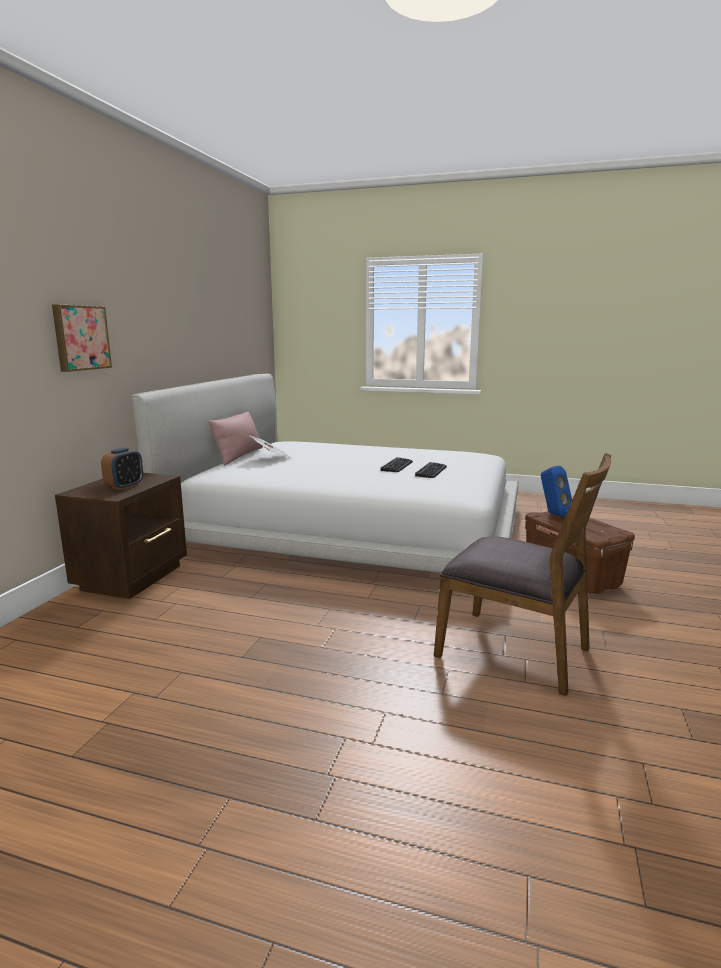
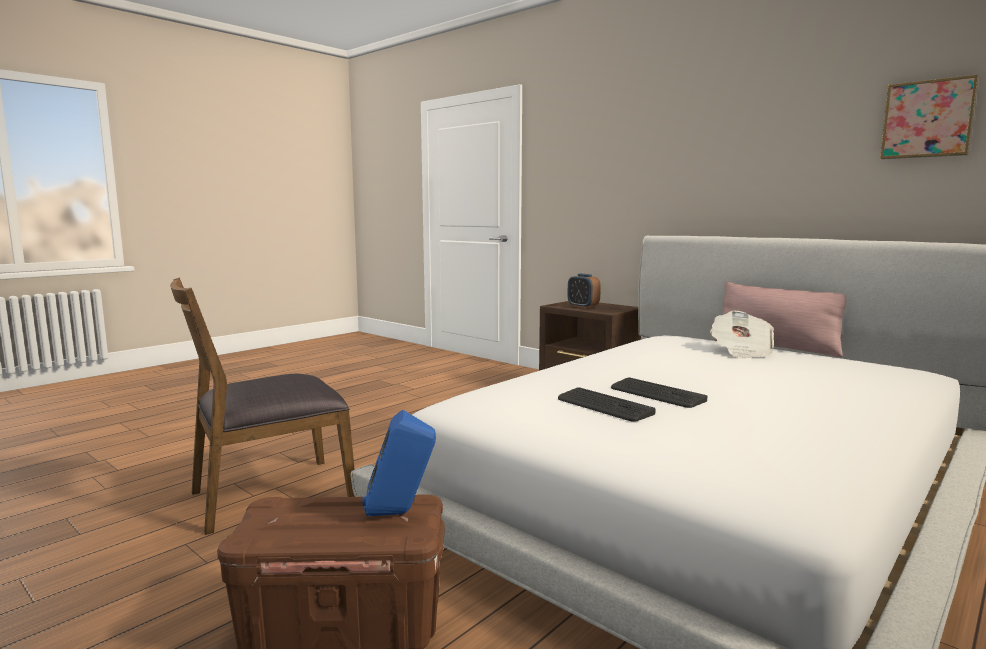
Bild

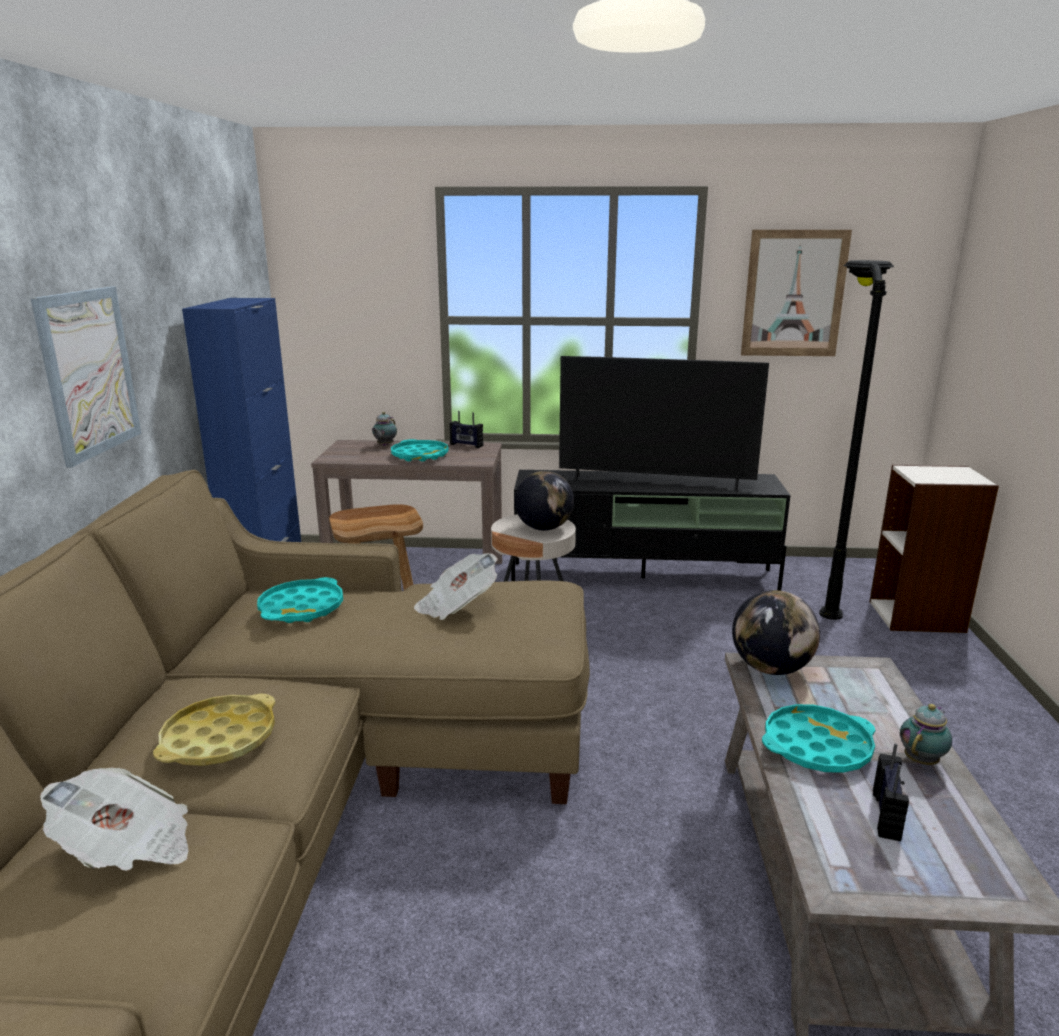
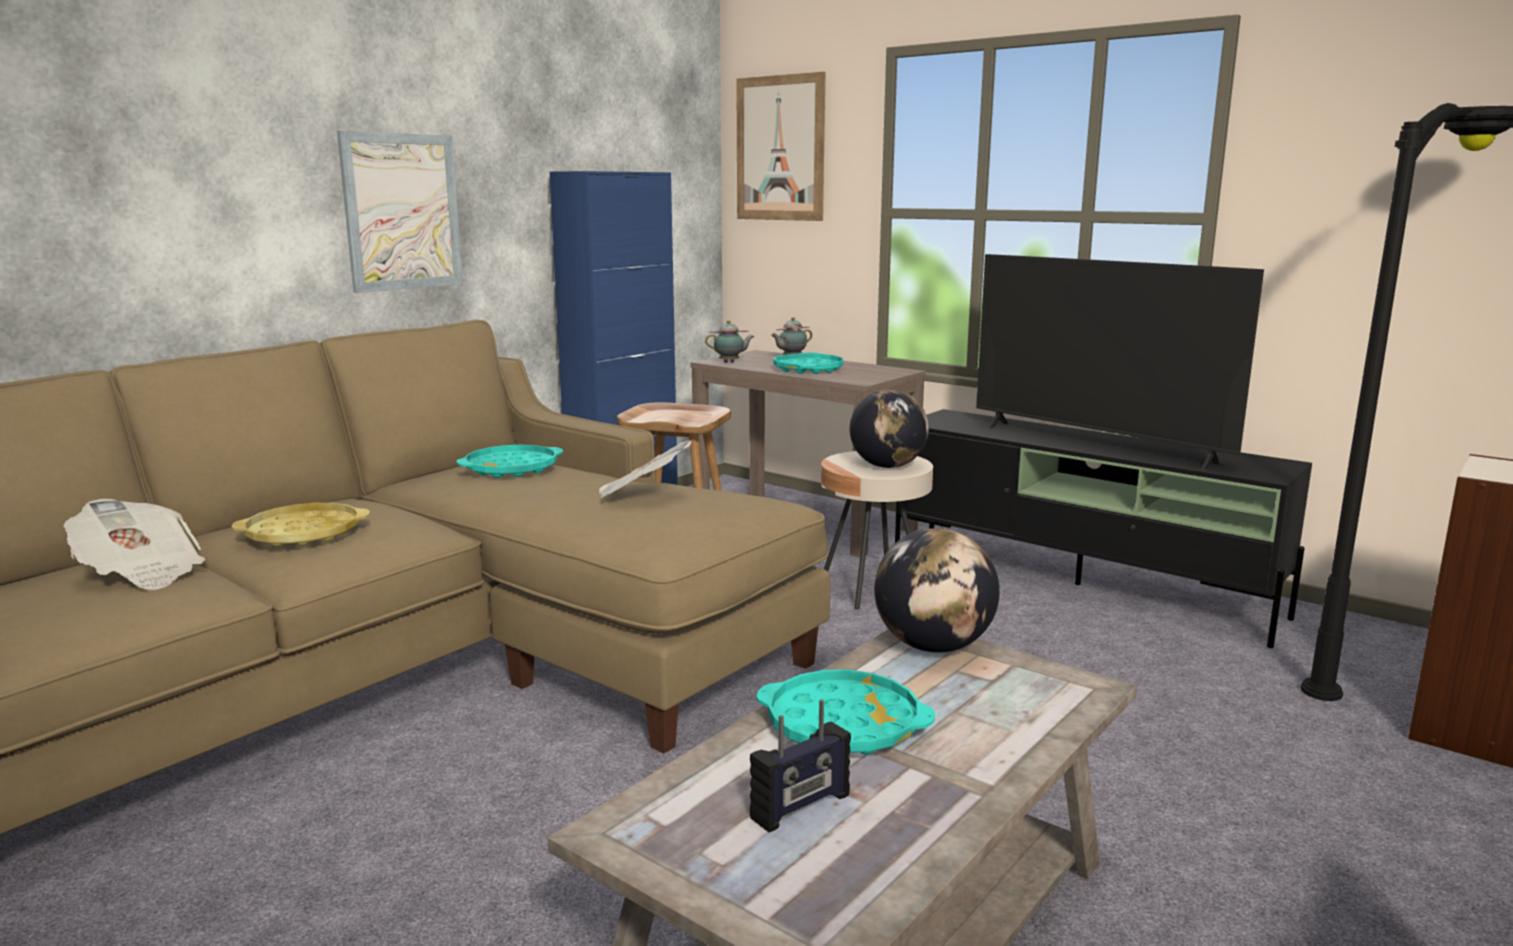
Radio (1st from left in the first image); Bild (2nd from left); Teekanne (1st from left)

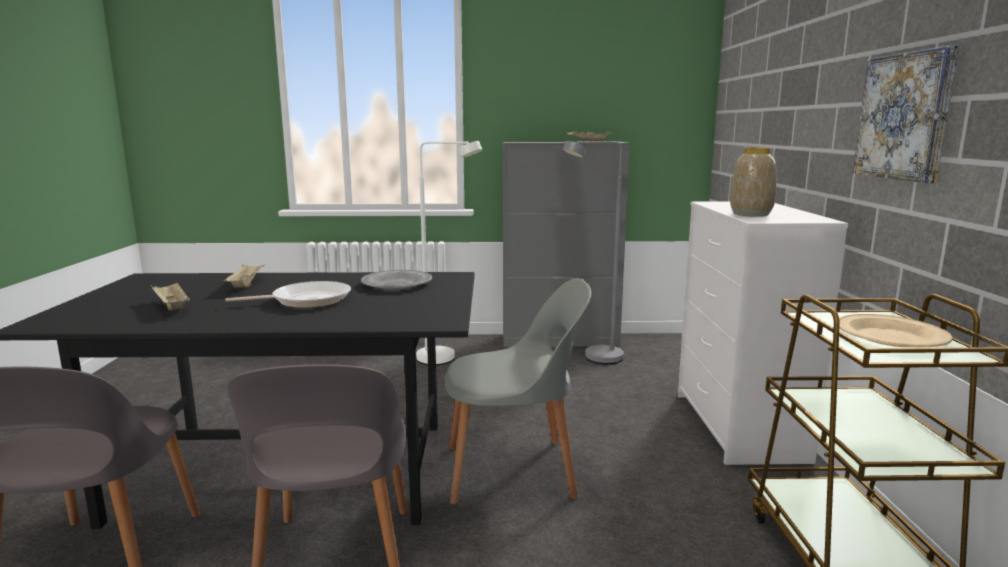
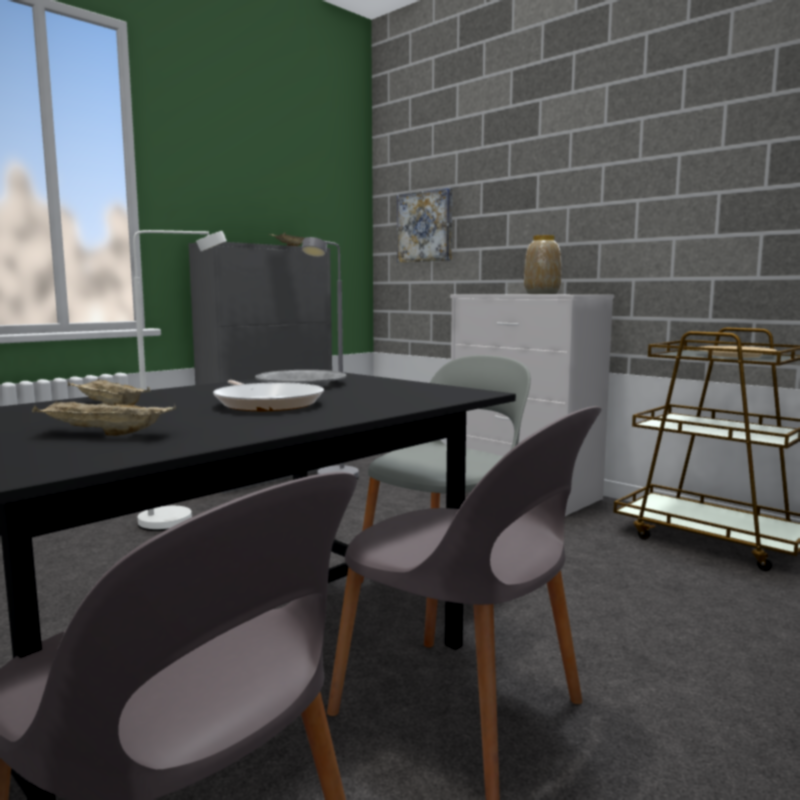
Pfanne; Bild

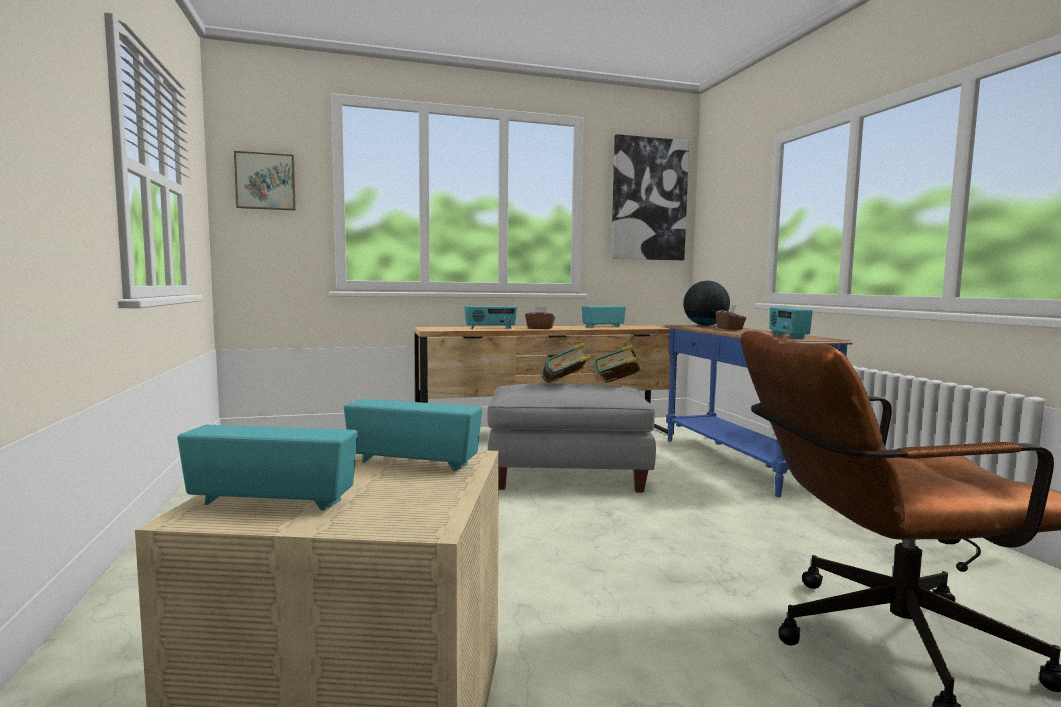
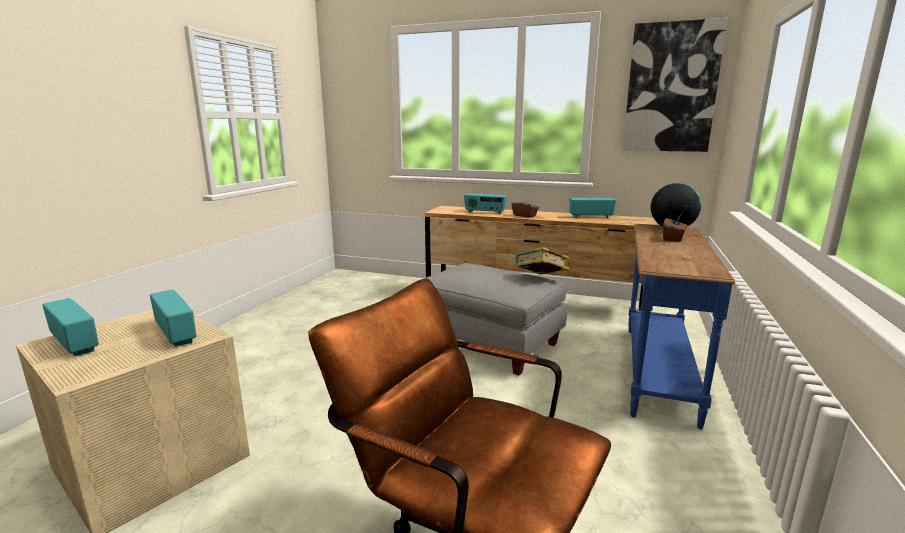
Bild (1st from left in the first image); Buch (1st from left in the first image); Radio (5th from left in the first image)

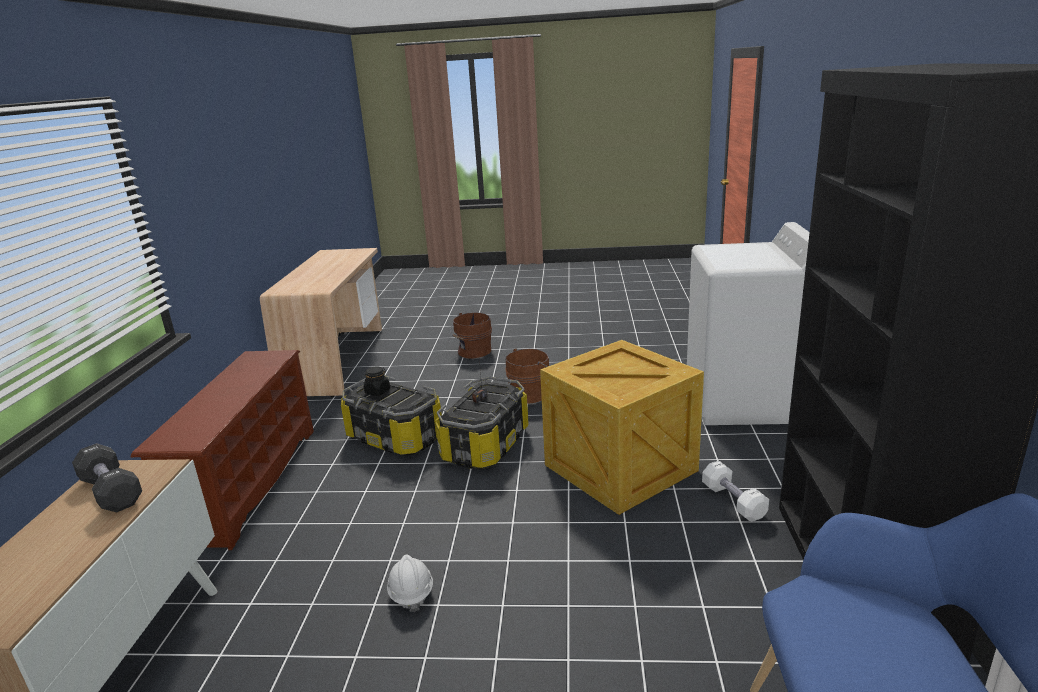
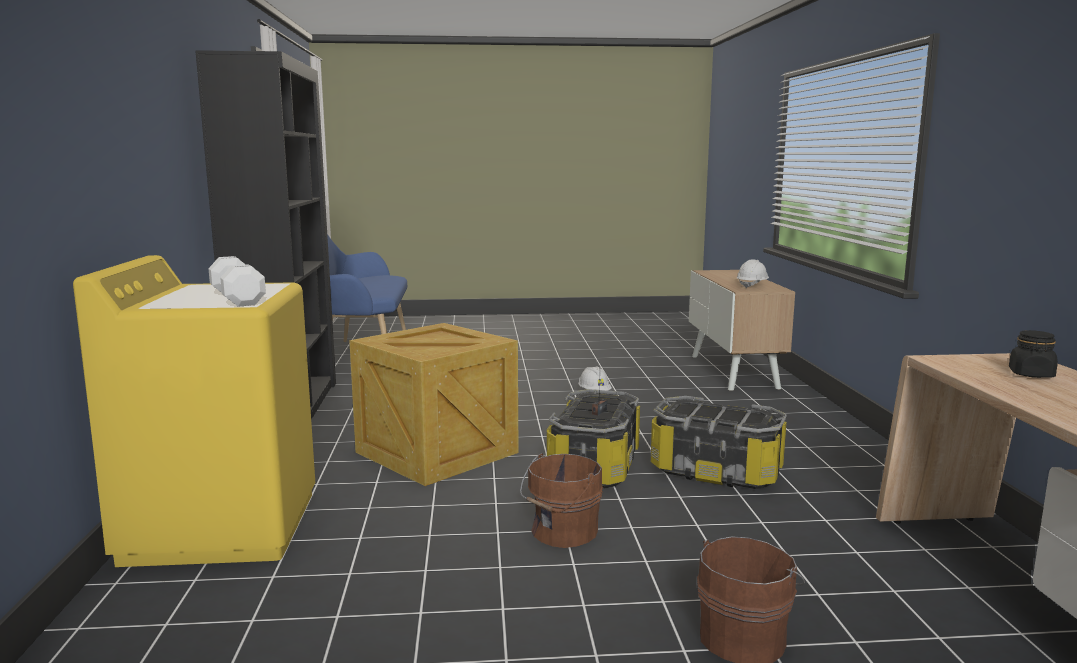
Schutzhelm (weiß) (2nd from left); Schuhregal (braun); Vorratsglas (schwarz); Waschmaschine (gelb); Hantel (weiß)

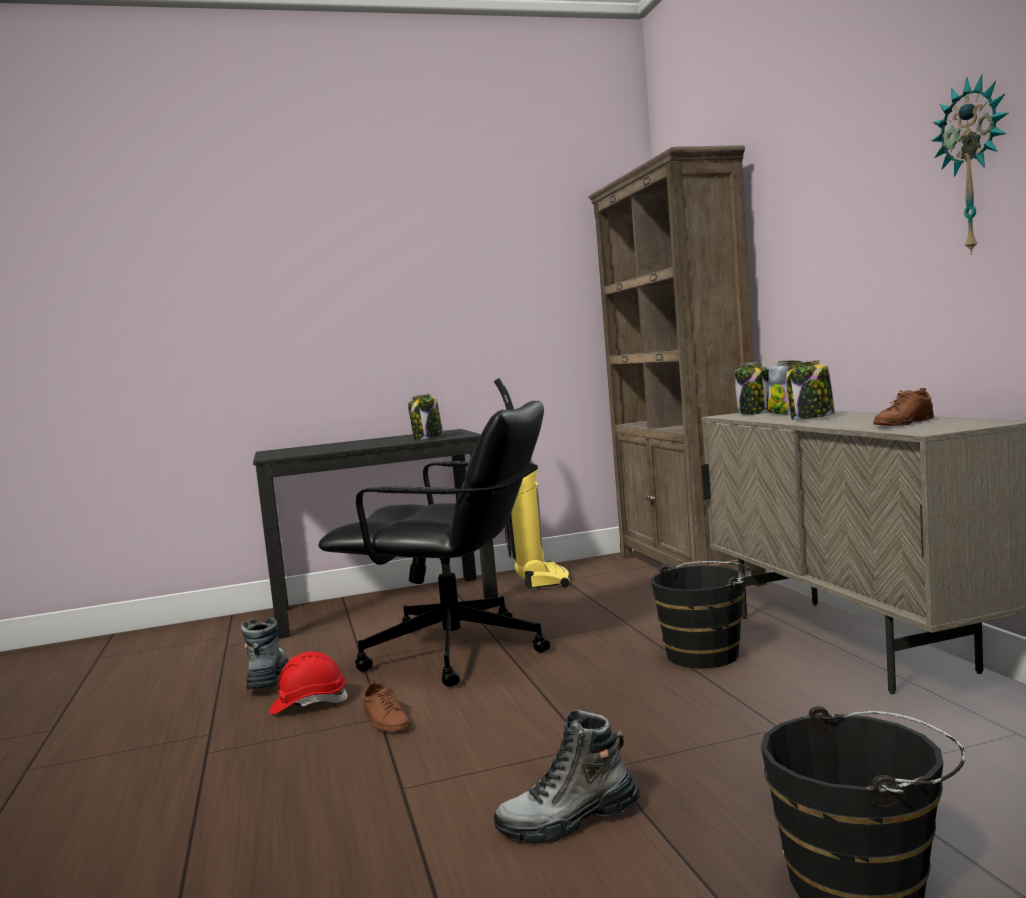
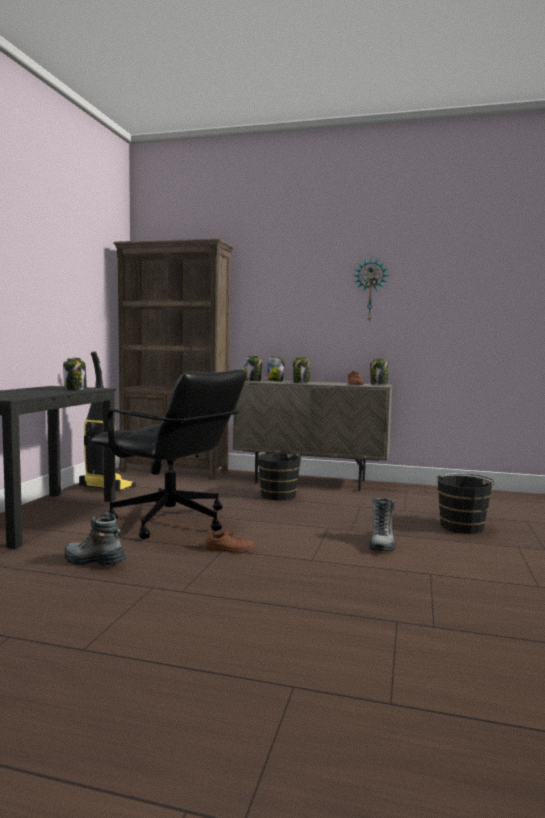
Schutzhelm (rot); Bürostuhl (schwarz); Vorratsglas (5th from left)

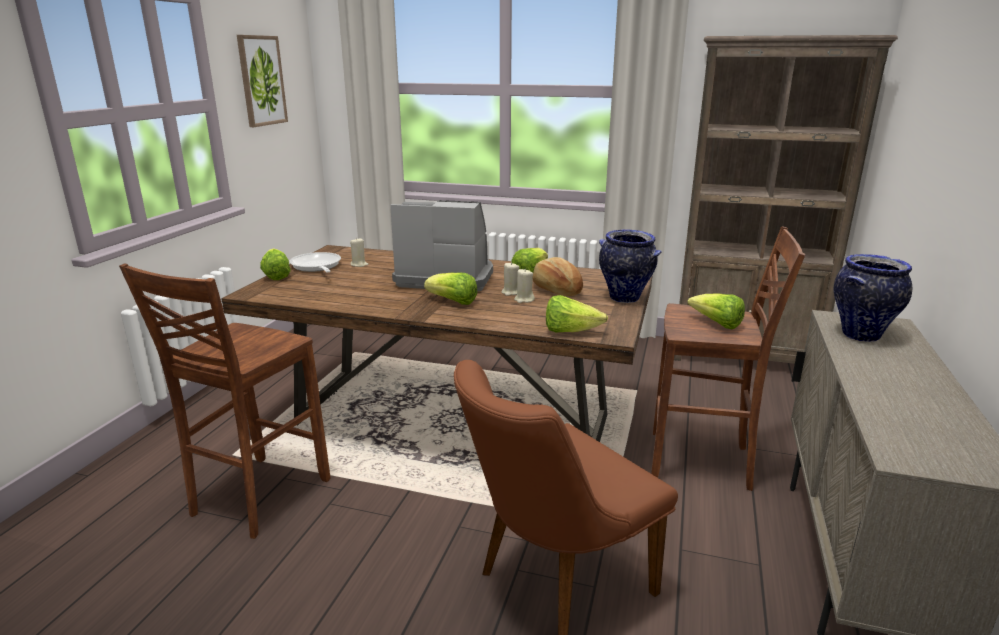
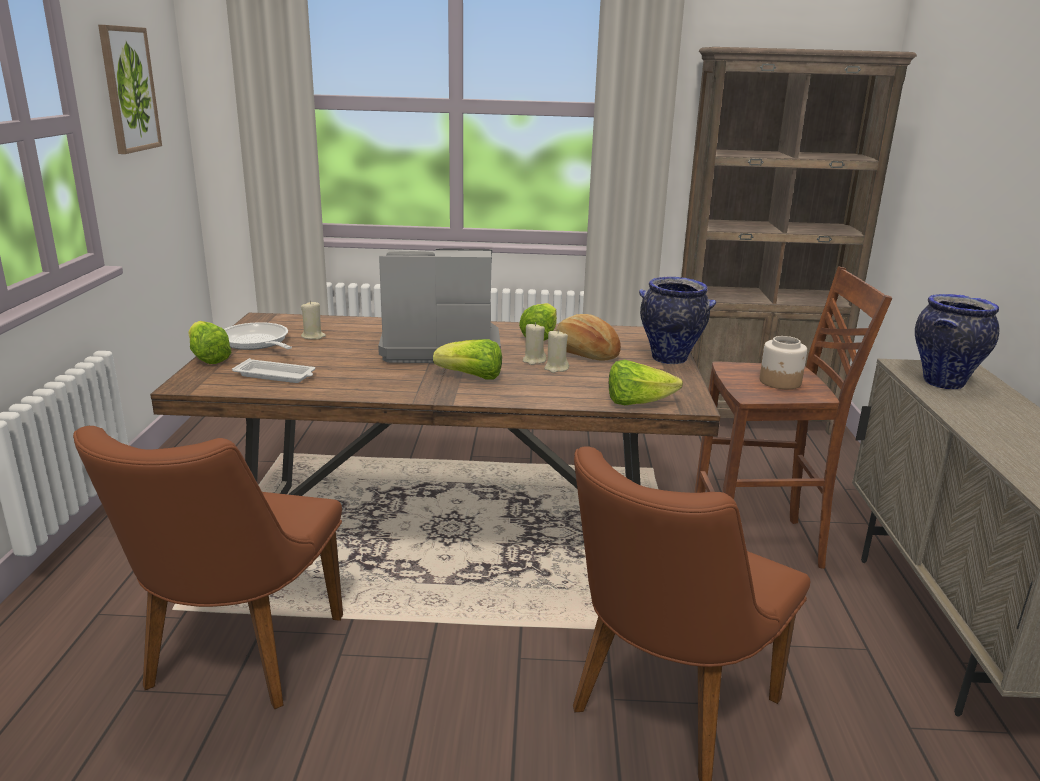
Stuhl (braun) (1st from left); Vorratsglas; Tablett (weiß)

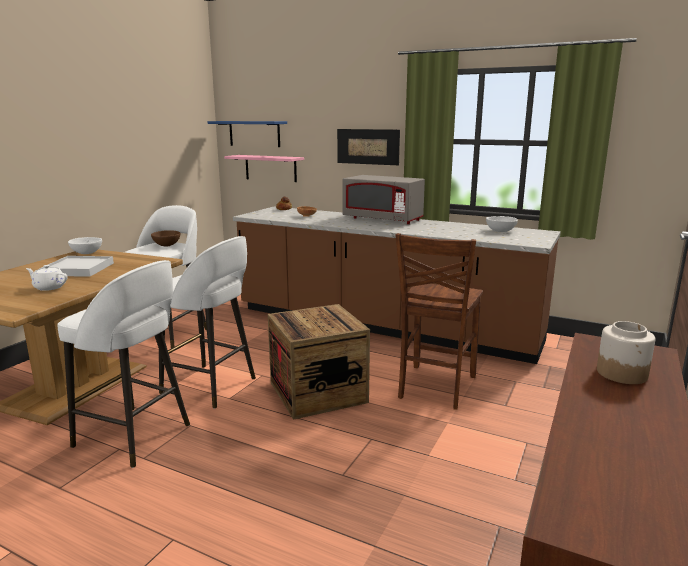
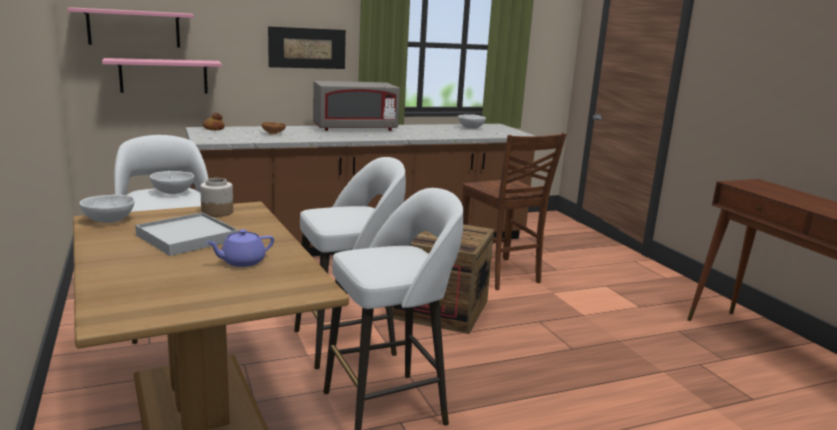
Teekanne (lila); Schüssel (weiß) (2nd from left); Wandregal (rosa) (1st from left); Vorratsglas

